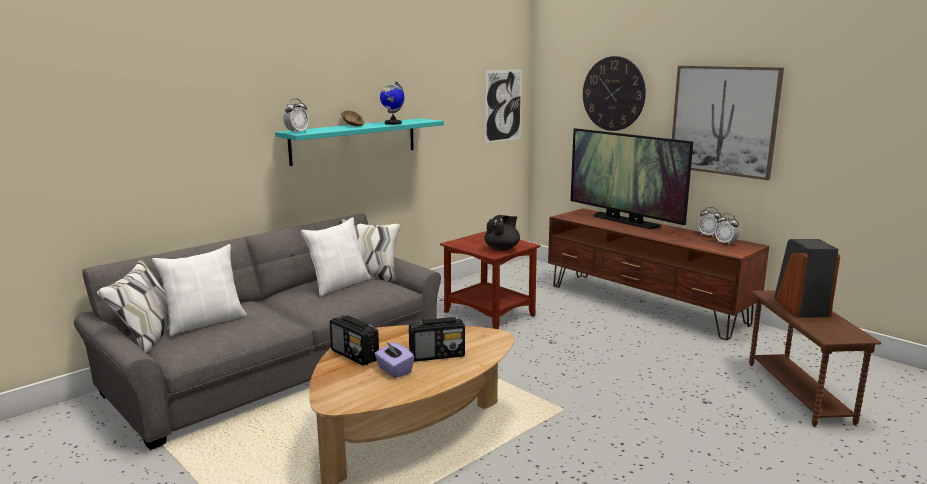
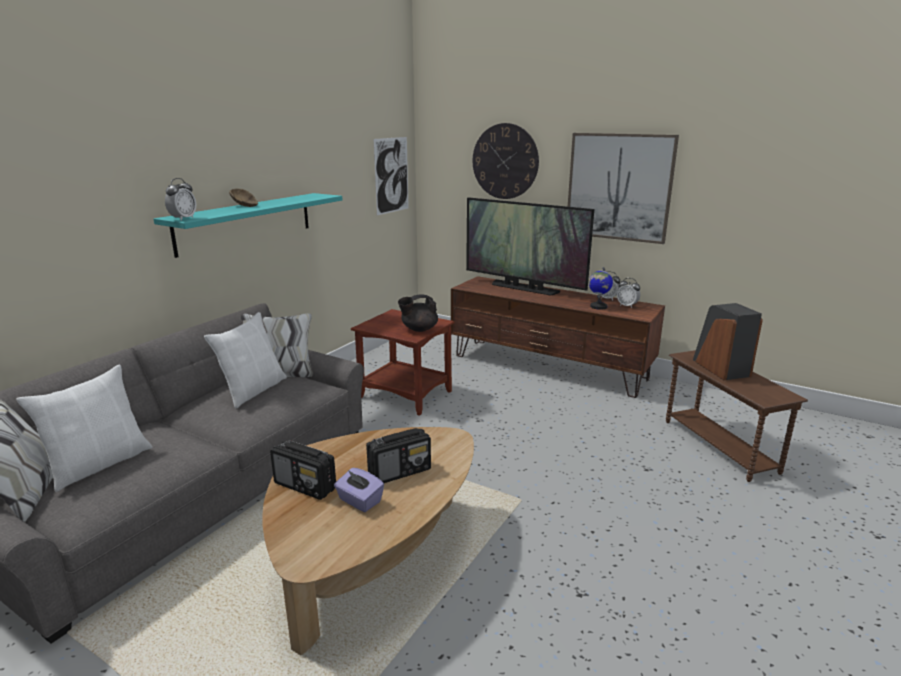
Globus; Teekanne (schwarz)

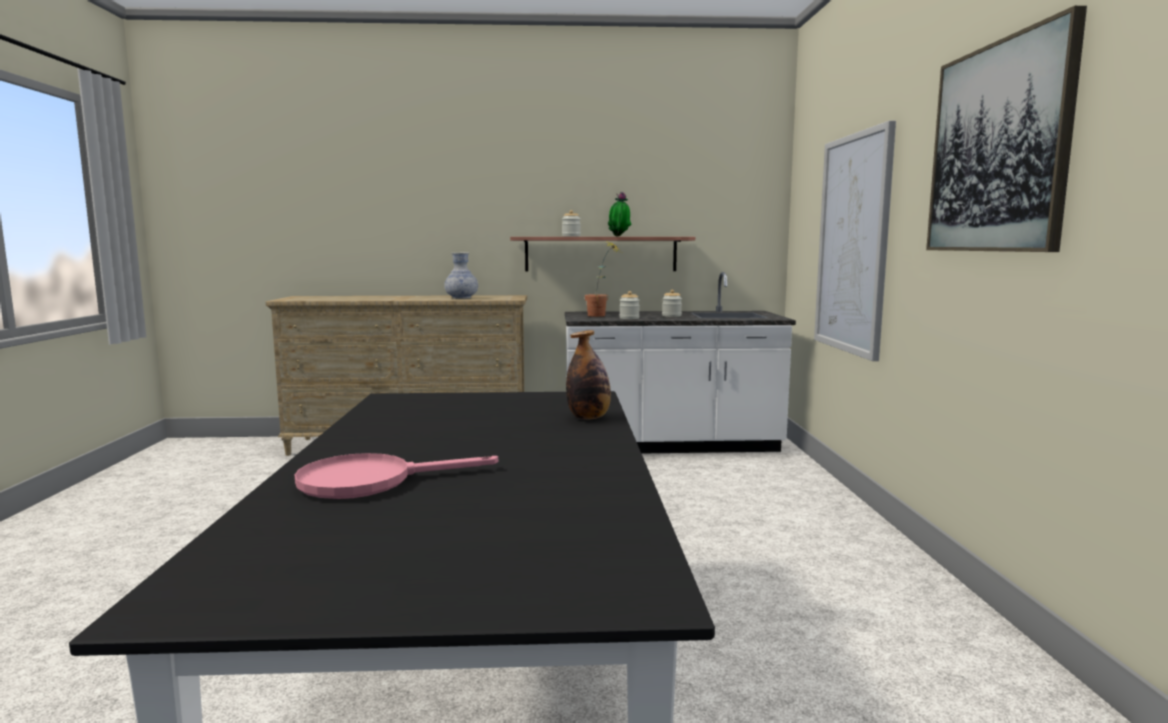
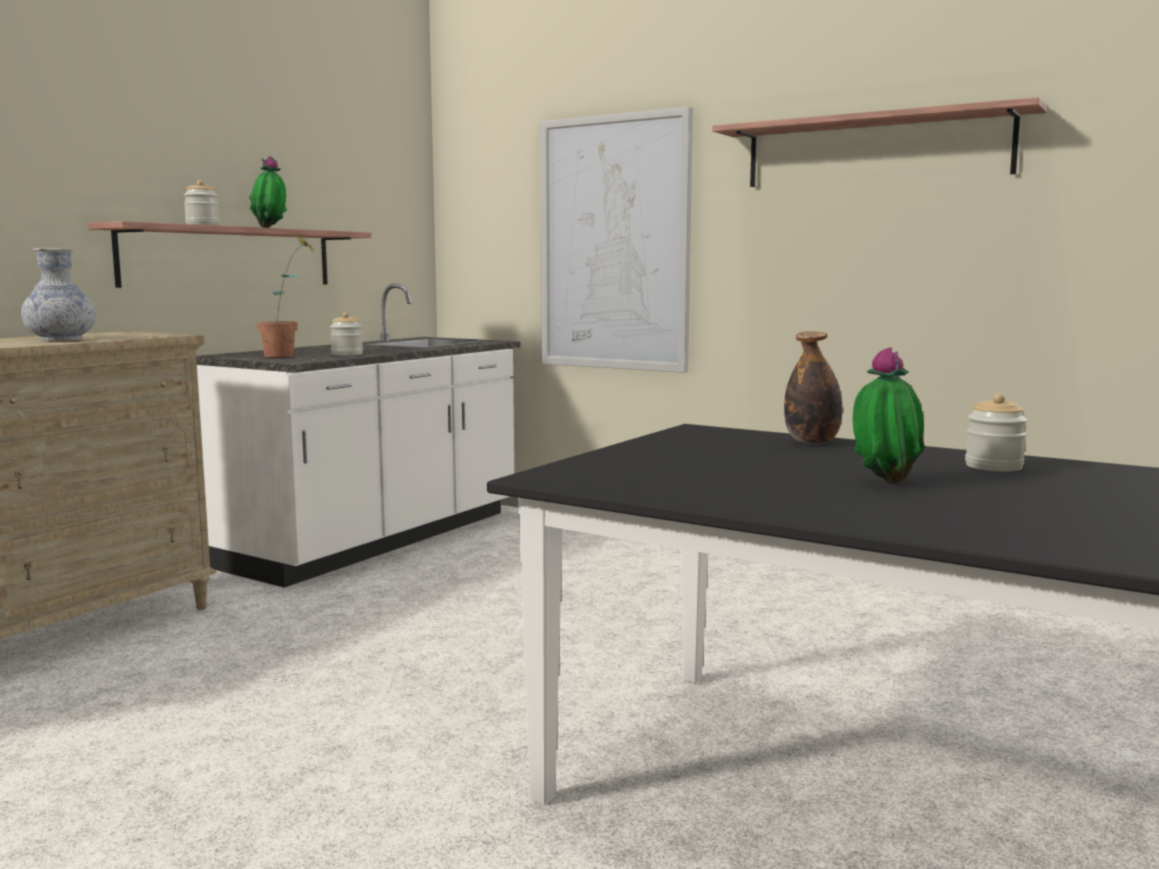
Pfanne (rosa); Vorratsglas (3rd from left); Wandregal (2nd from left); Topfpflanze (3rd from left)

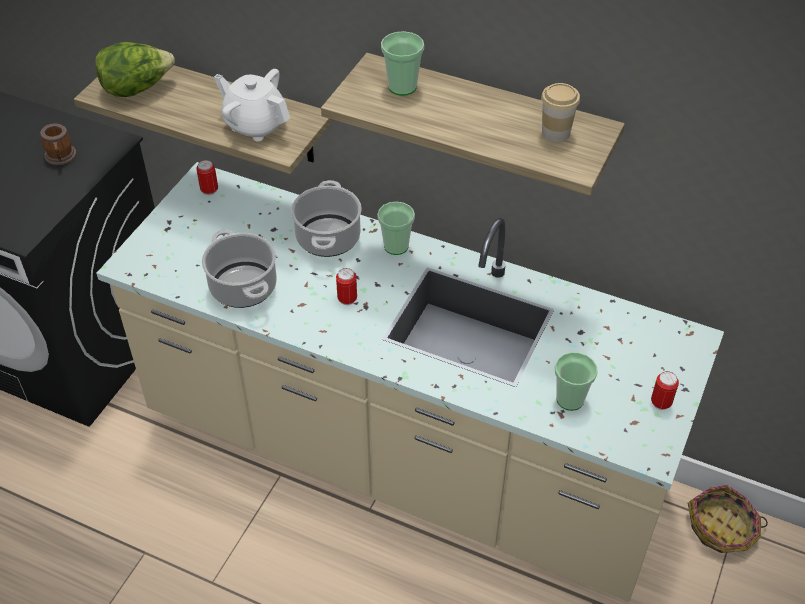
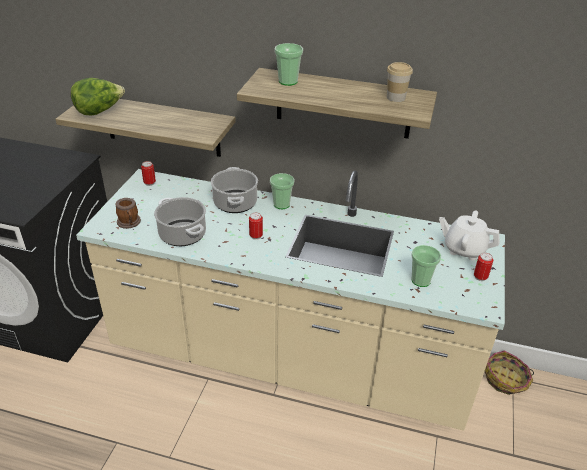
Henkelbecher; Teekanne (weiß)

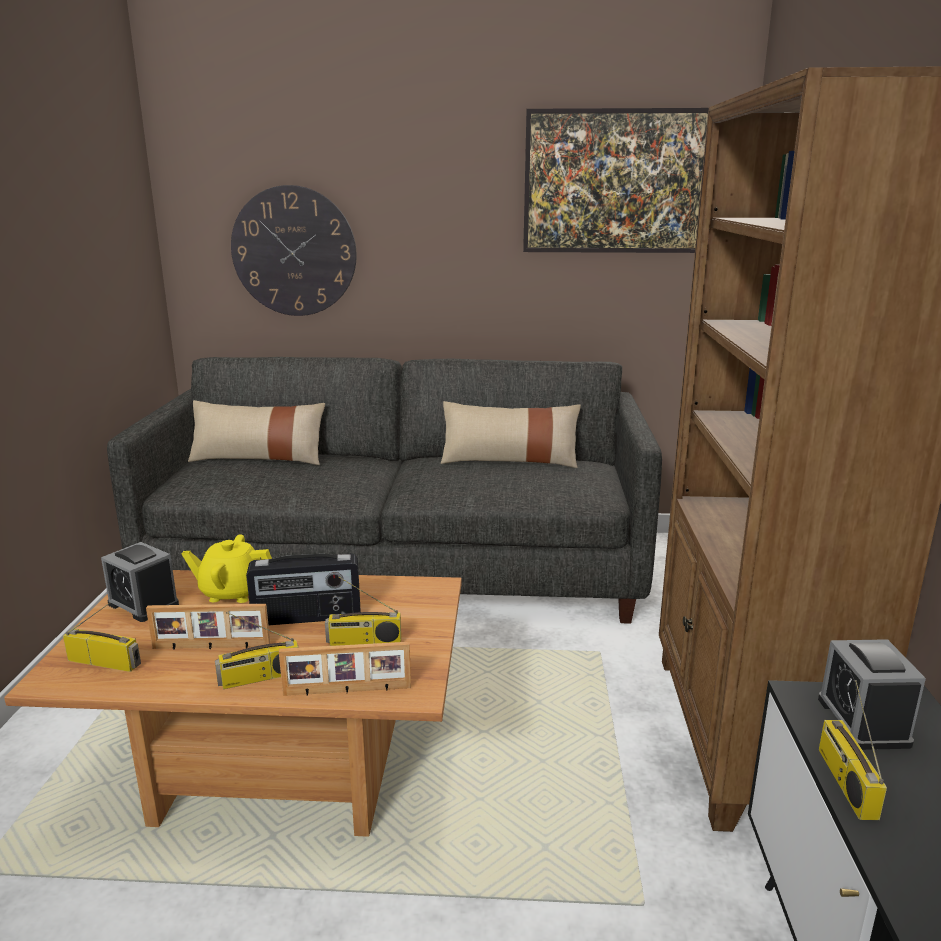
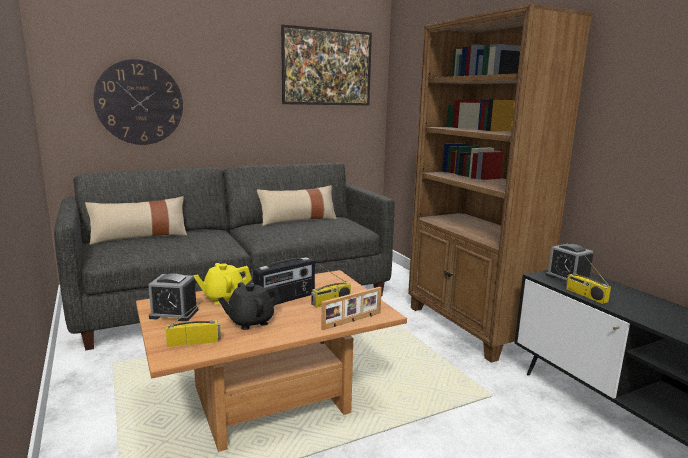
Teekanne (schwarz); Radio (2nd from left in the first image)

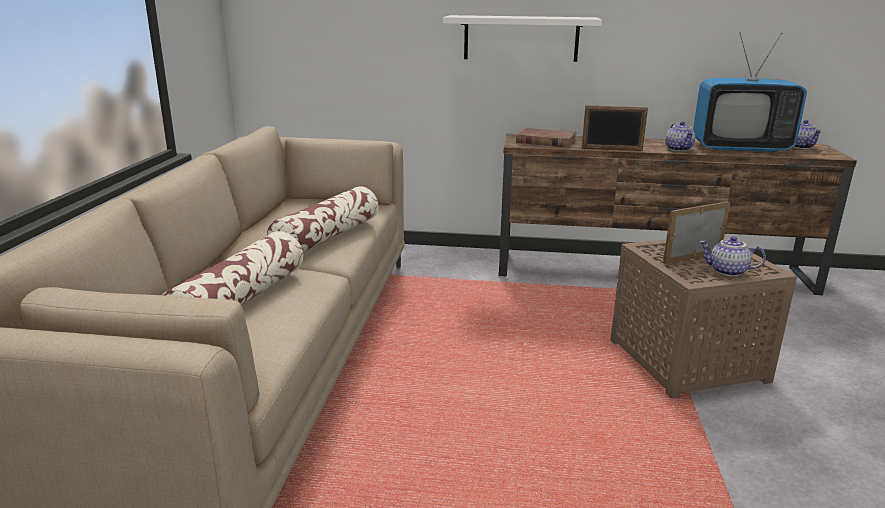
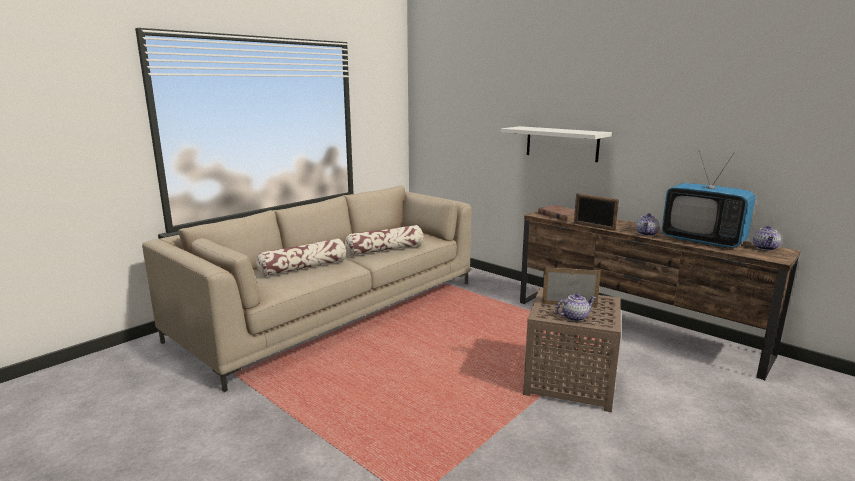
Teekanne (1st from left)

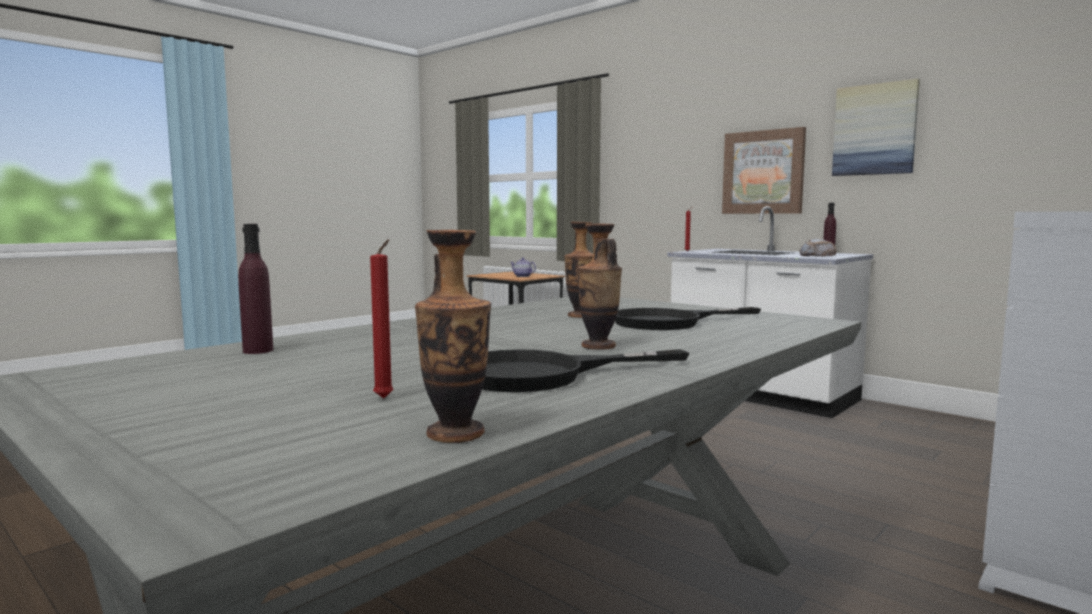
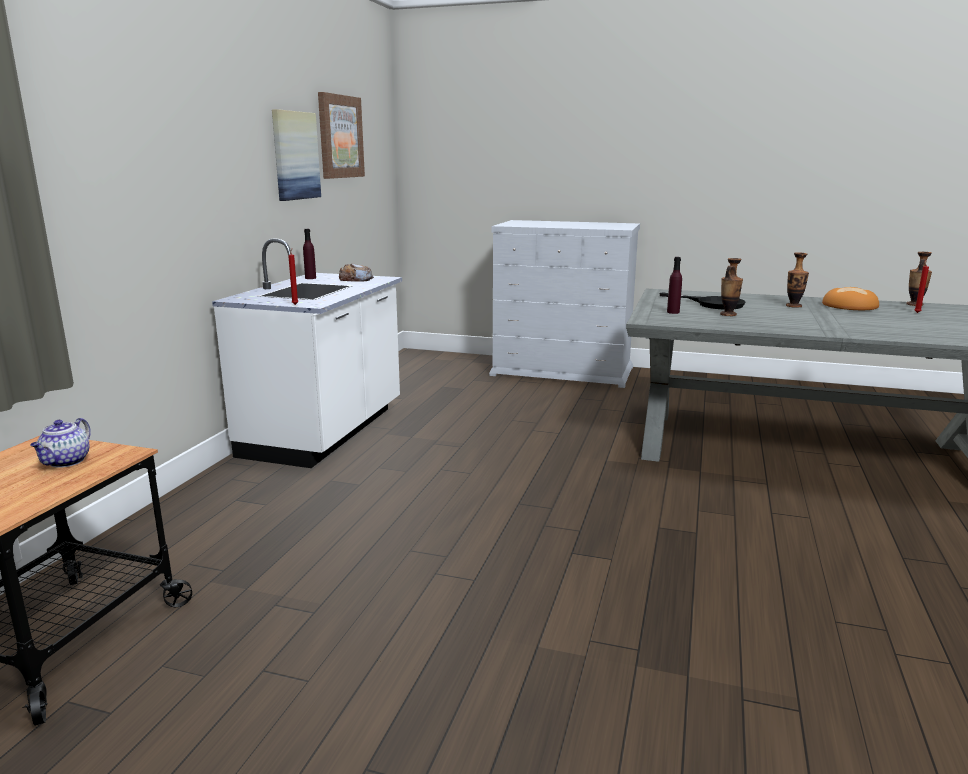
Flasche (lila) (2nd from left); Brot (2nd from left); Bild (2nd from left)

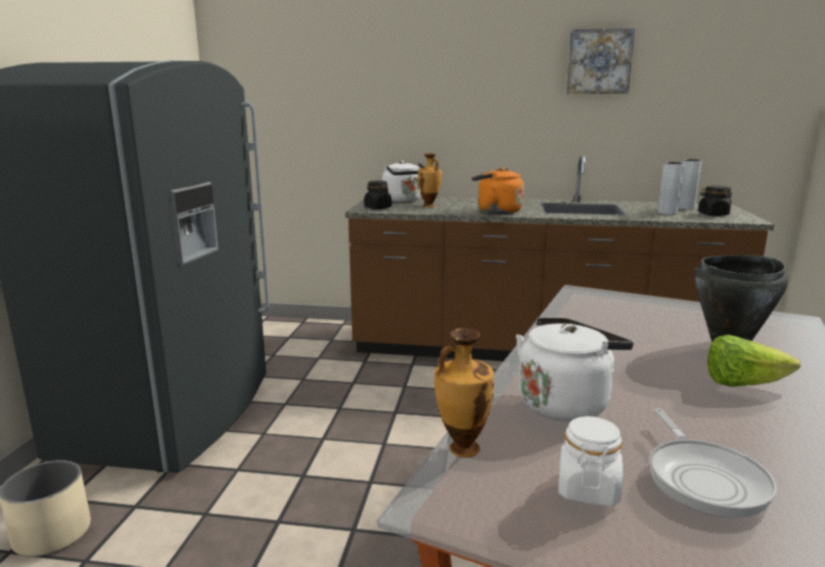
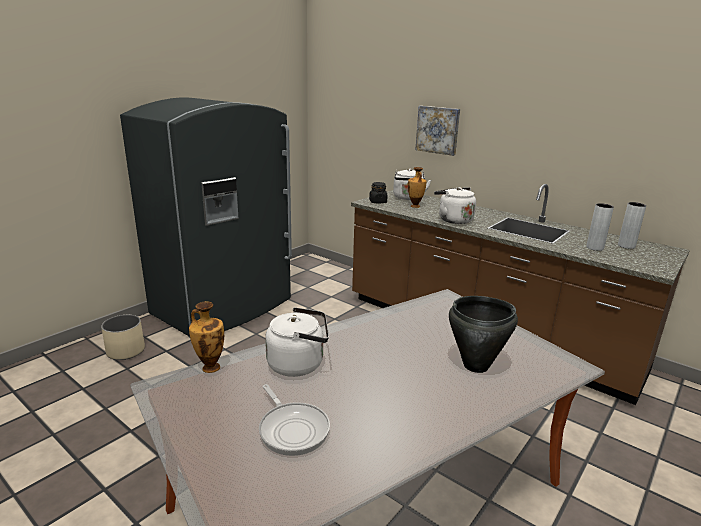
Wasserkessel (weiß) (3rd from left); Vorratsglas (weiß); Bild; Pfanne; Vorratsglas (schwarz) (2nd from left in the first image); Salatkopf

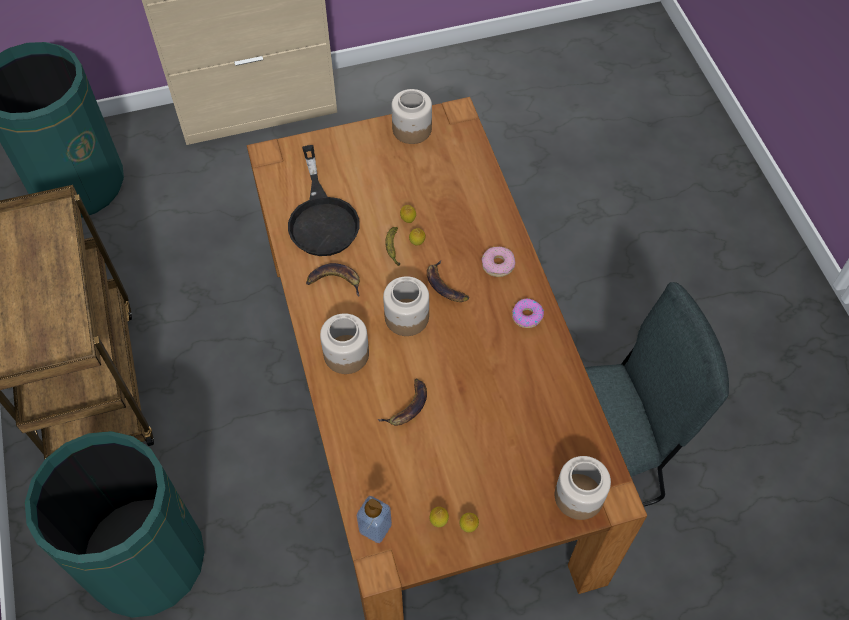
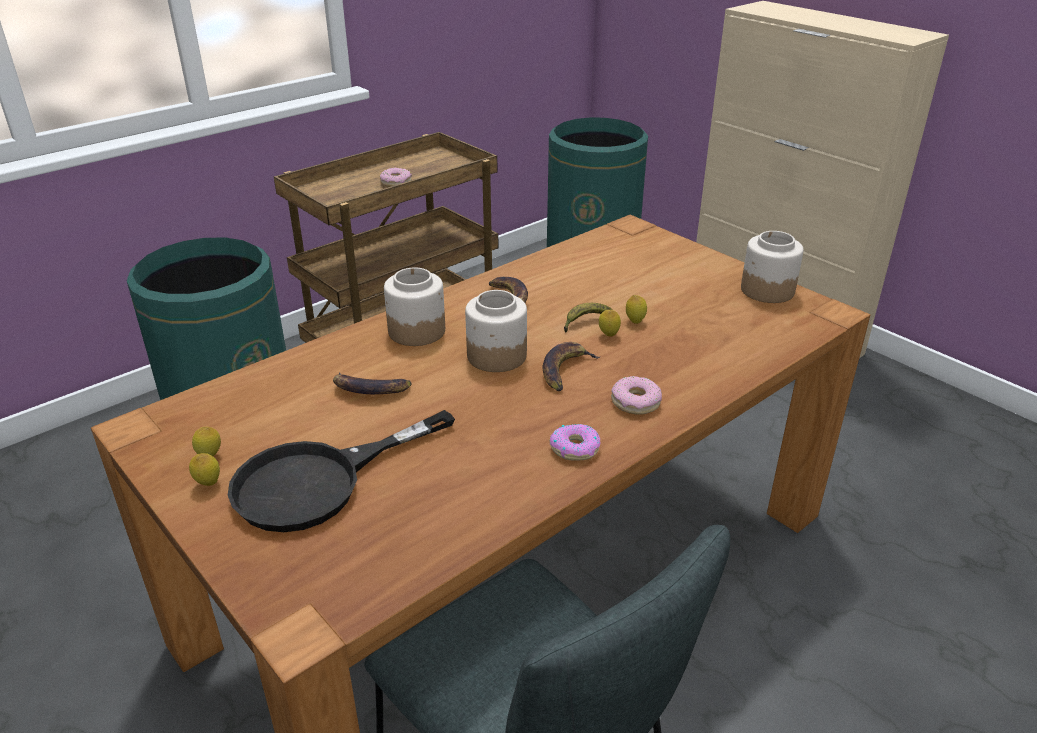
Pfanne (schwarz); Seifenspender; Vorratsglas (4th from left in the first image); Donut (1st from left)

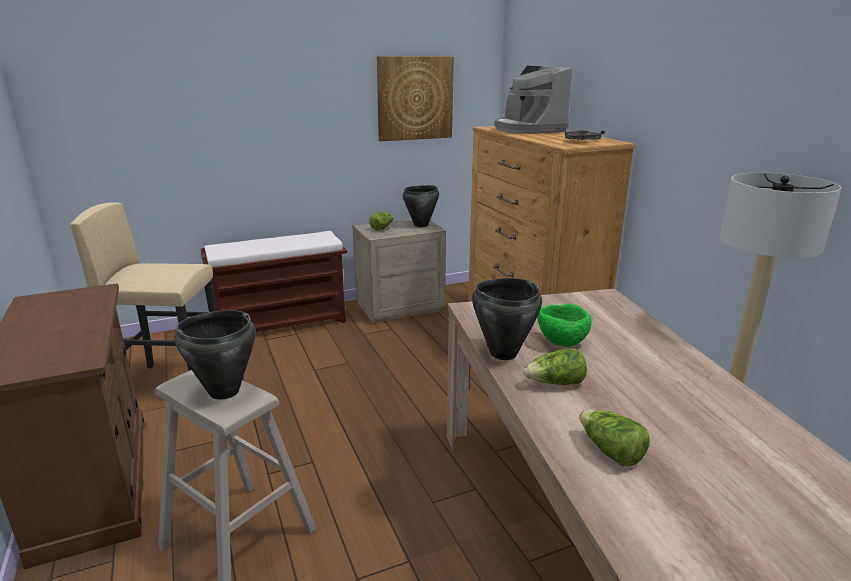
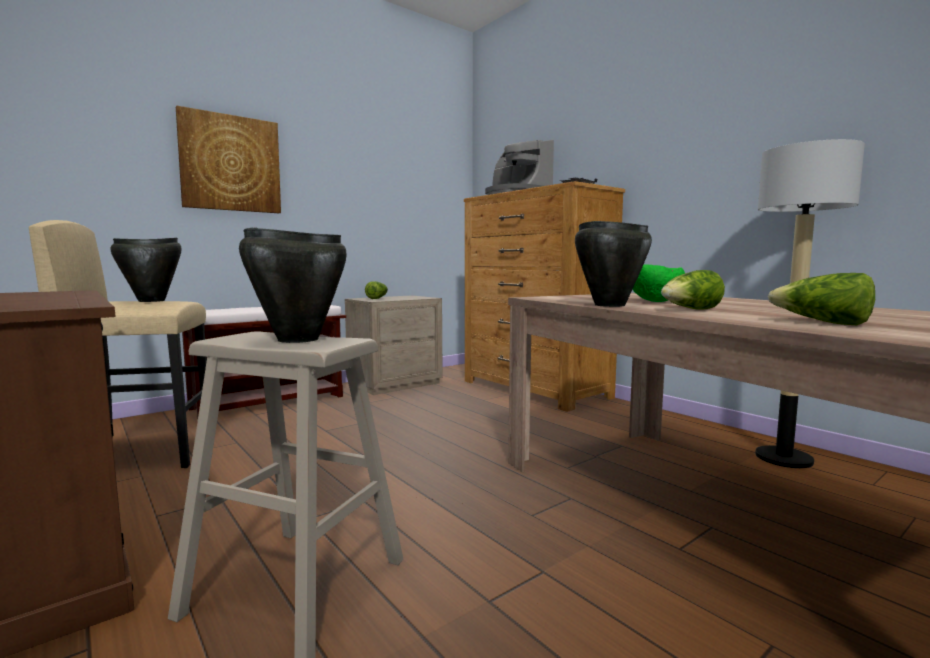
Bild; Kochtopf (schwarz) (1st from left)

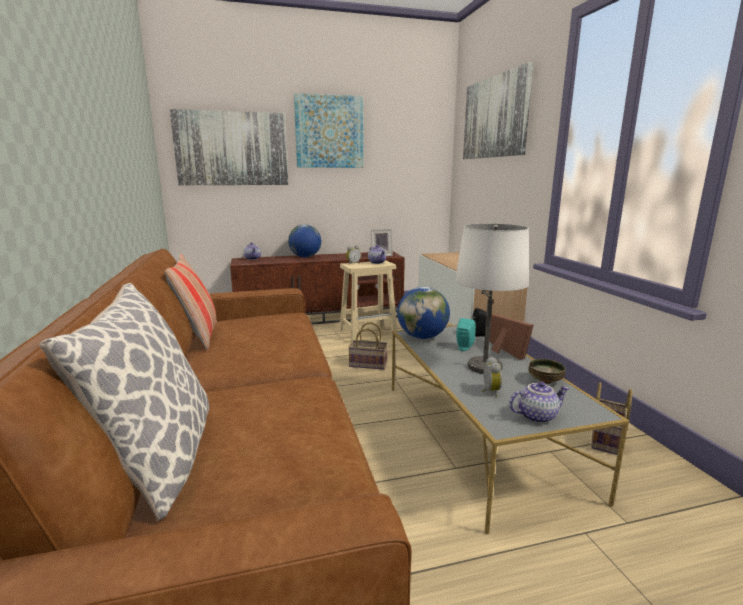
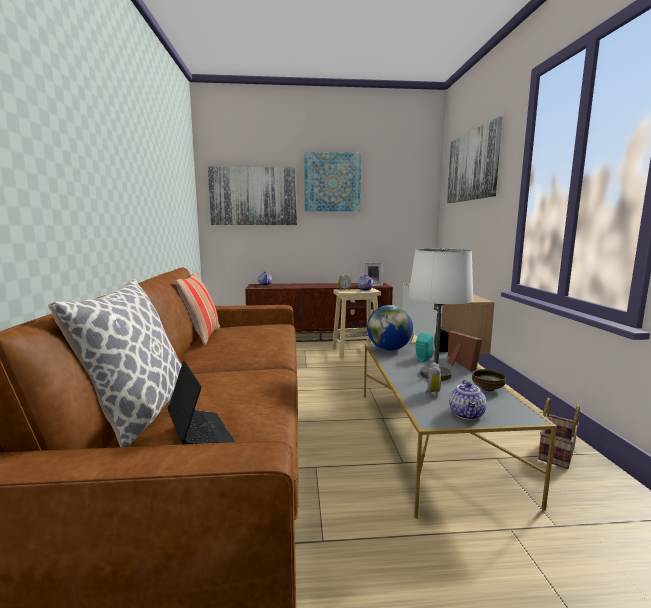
Globus (1st from left in the first image); Korb (1st from left in the first image); Teekanne (3rd from left); Laptop

